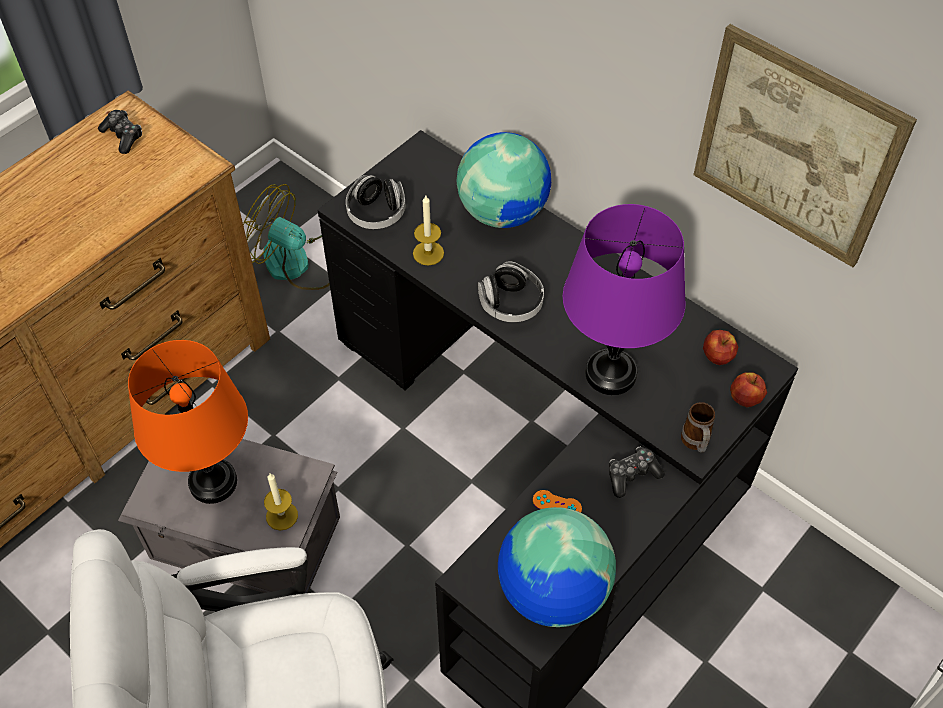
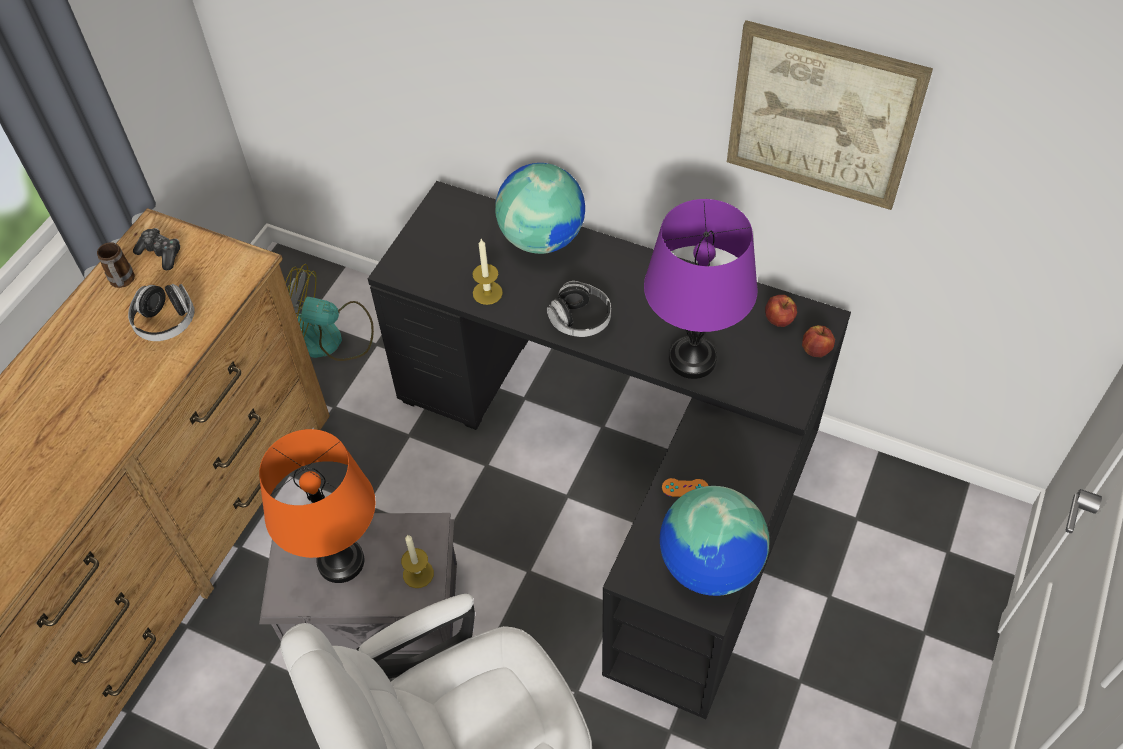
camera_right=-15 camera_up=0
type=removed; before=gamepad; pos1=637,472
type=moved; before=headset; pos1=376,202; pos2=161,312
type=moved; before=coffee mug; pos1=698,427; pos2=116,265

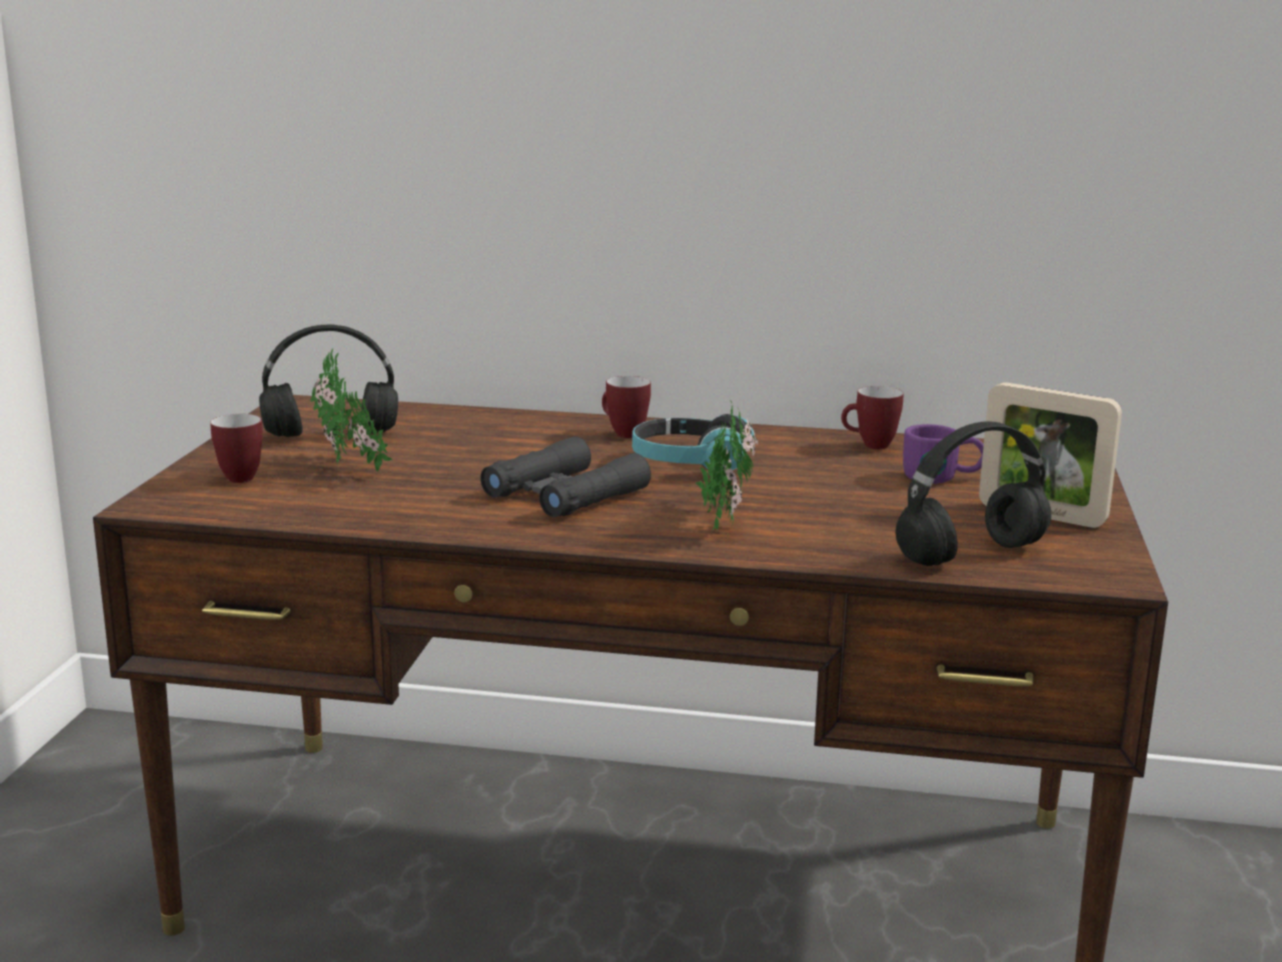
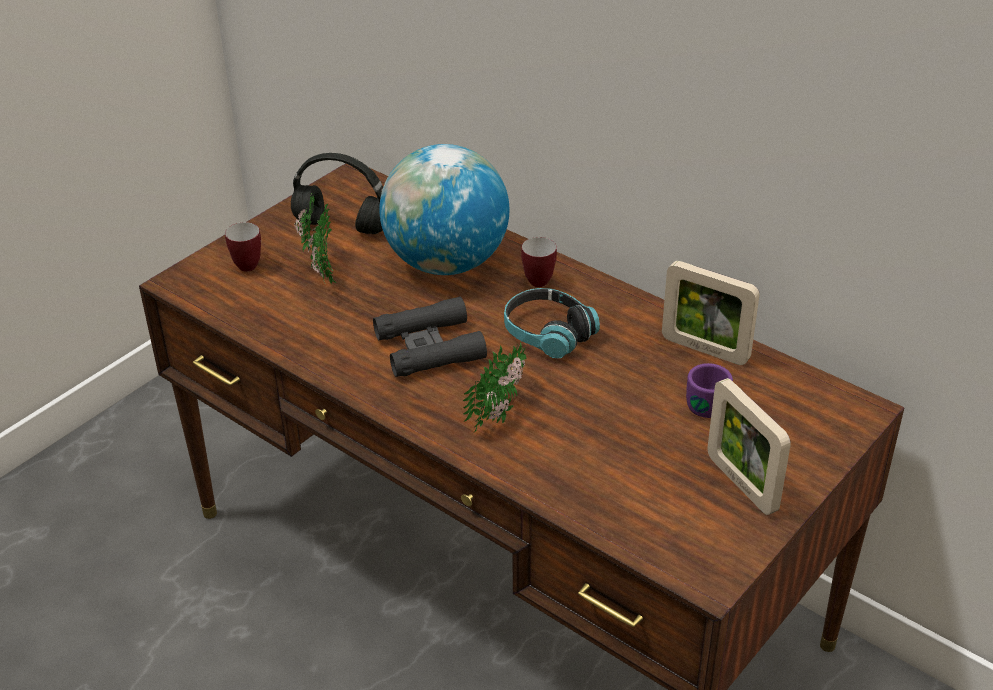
camera_right=30 camera_up=20
type=removed; before=black-coloured headset; pos1=973,493
type=added; after=desk globe; pos2=444,209
type=replaced; before=coffee mug; after=picture frame; pos1=872,417; pos2=711,313

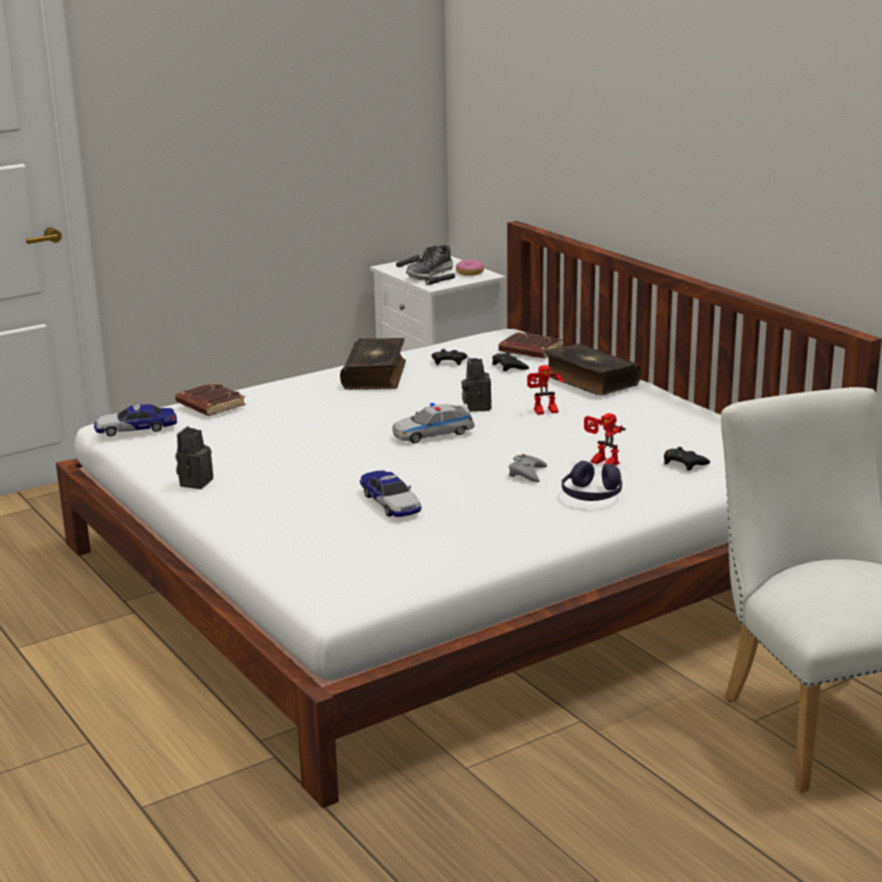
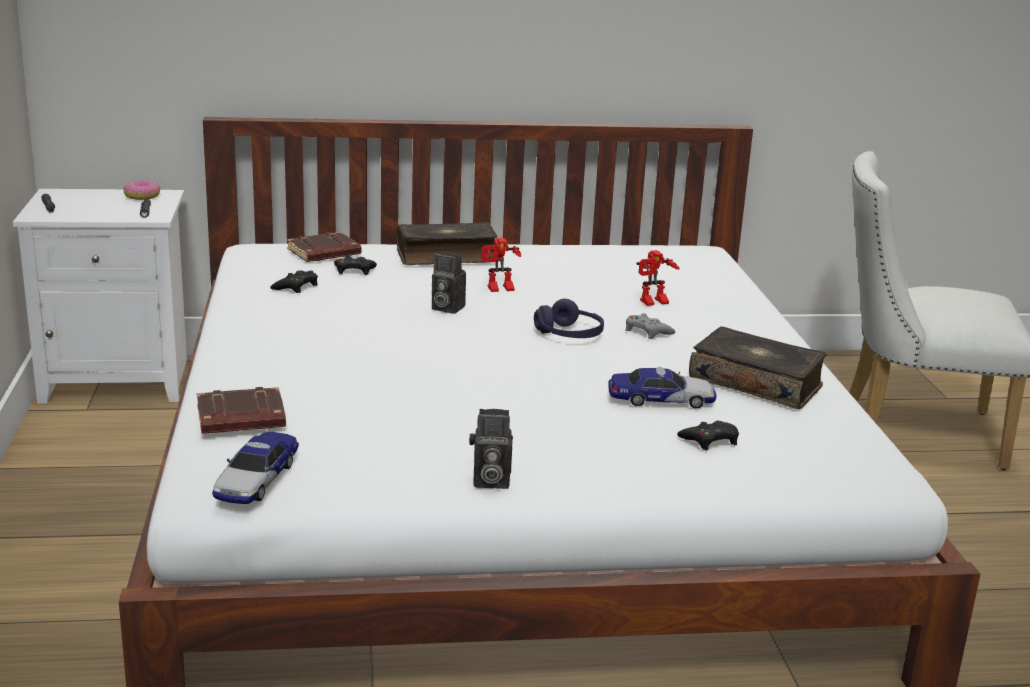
camera_right=-65 camera_up=0
type=removed; before=model car; pos1=433,423
type=removed; before=shoe; pos1=429,262
type=moved; before=book; pos1=373,364; pos2=758,368
type=moved; before=purple headset; pos1=592,481; pos2=569,318
type=moved; before=black-coloured gamepad; pos1=687,459; pos2=708,435
type=turned; before=still camera; pos1=194,457; pos2=491,449; turn=-45
type=turned; before=robot figure; pos1=545,390; pos2=501,265; turn=60

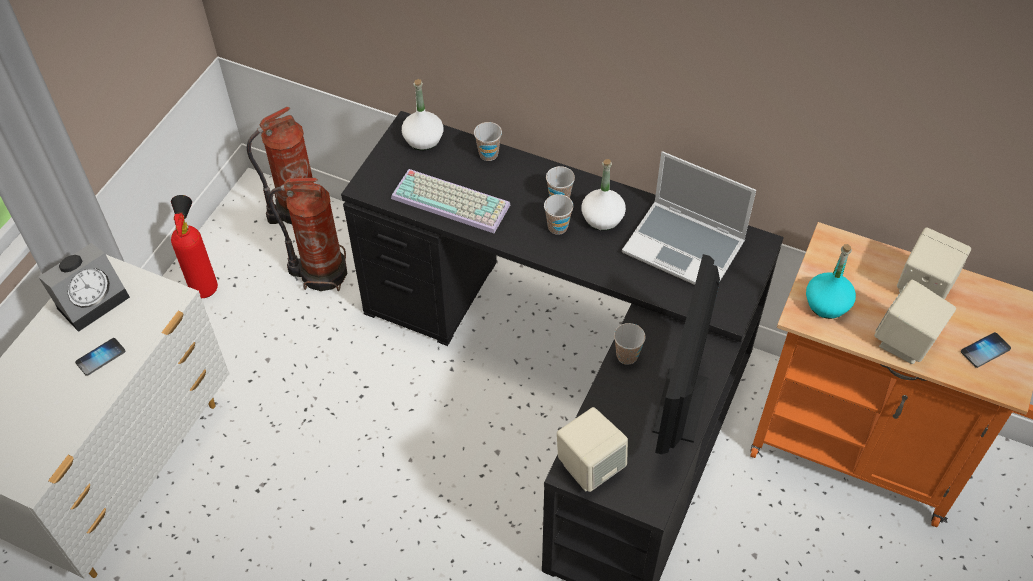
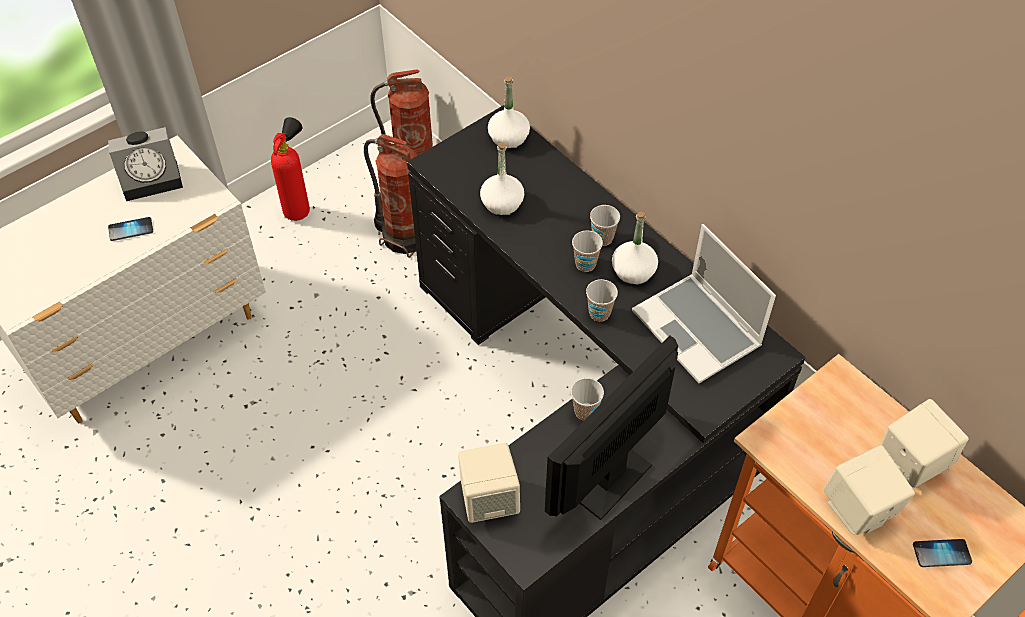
camera_right=25 camera_up=0
type=removed; before=turquoise beverage bottle; pos1=831,281
type=moved; before=drinking cup; pos1=488,141; pos2=602,300
type=replaced; before=computer keyboard; after=white-coloured beverage bottle; pos1=450,201; pos2=502,179

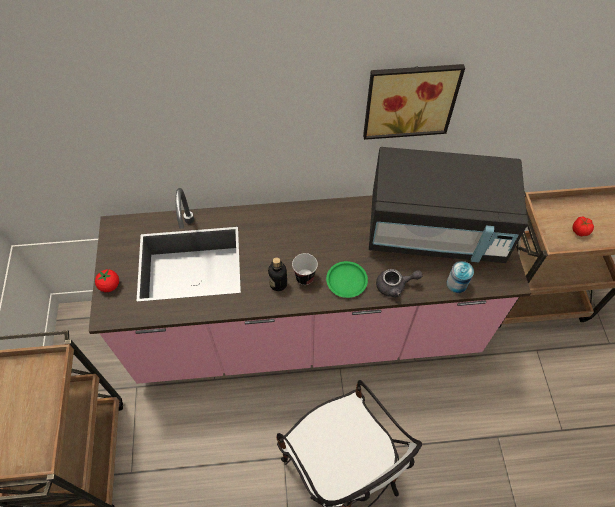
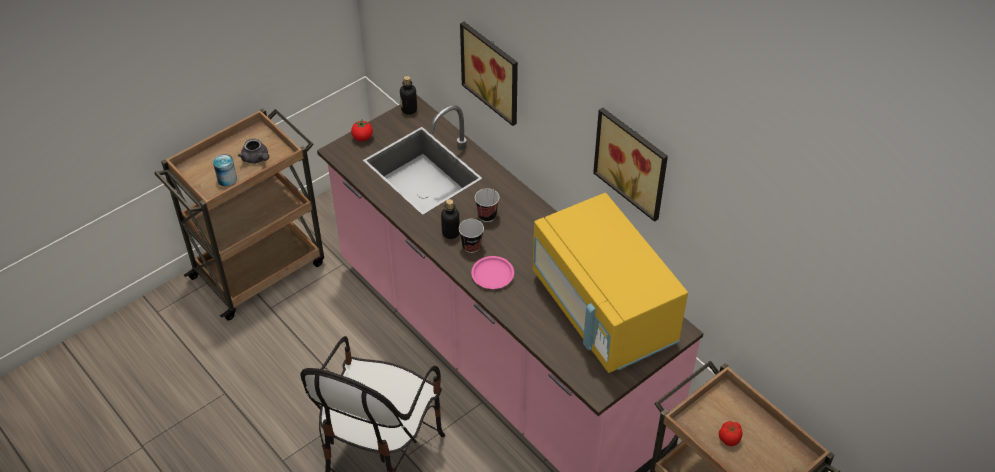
camera_right=55 camera_up=-10
type=added; after=beverage bottle; pos2=408,95
type=added; after=picture; pos2=489,74
type=added; after=drinking cup; pos2=487,205
type=moved; before=grey pot for tea; pos1=399,283; pos2=253,151
type=moved; before=metal can; pos1=460,277; pos2=225,170
type=recoloured; before=green-coloured flat dish; after=pinkish flat dish; pos1=347,279; pos2=492,272
type=recoloured; before=black-coloured microwave oven; after=yellow microwave oven; pos1=448,205; pos2=610,283

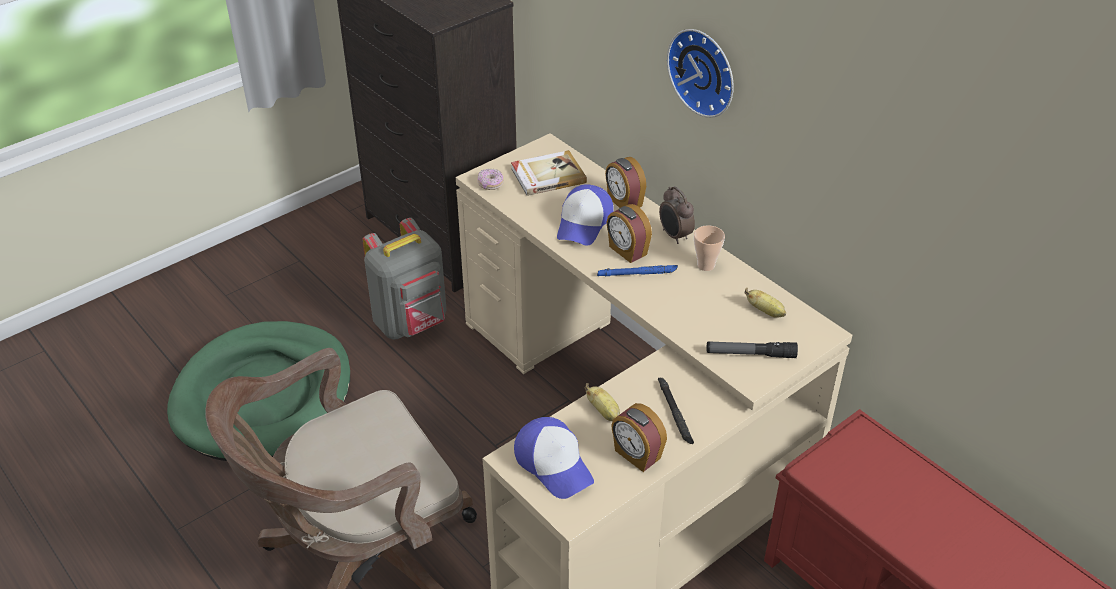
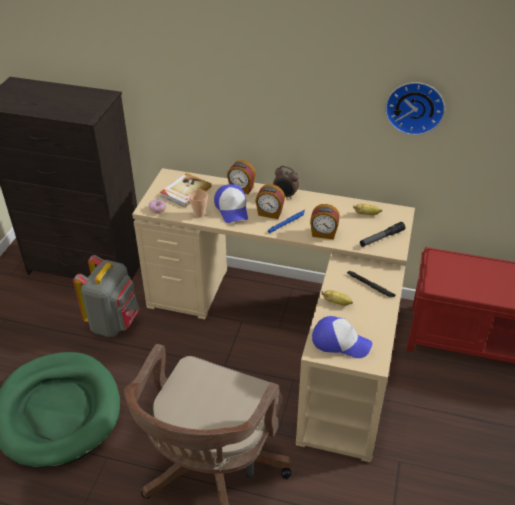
camera_right=-35 camera_up=0
type=moved; before=alarm clock; pos1=639,437; pos2=325,222
type=moved; before=hanging clock; pos1=700,73; pos2=415,108
type=moved; before=drinking cup; pos1=709,248; pos2=198,203

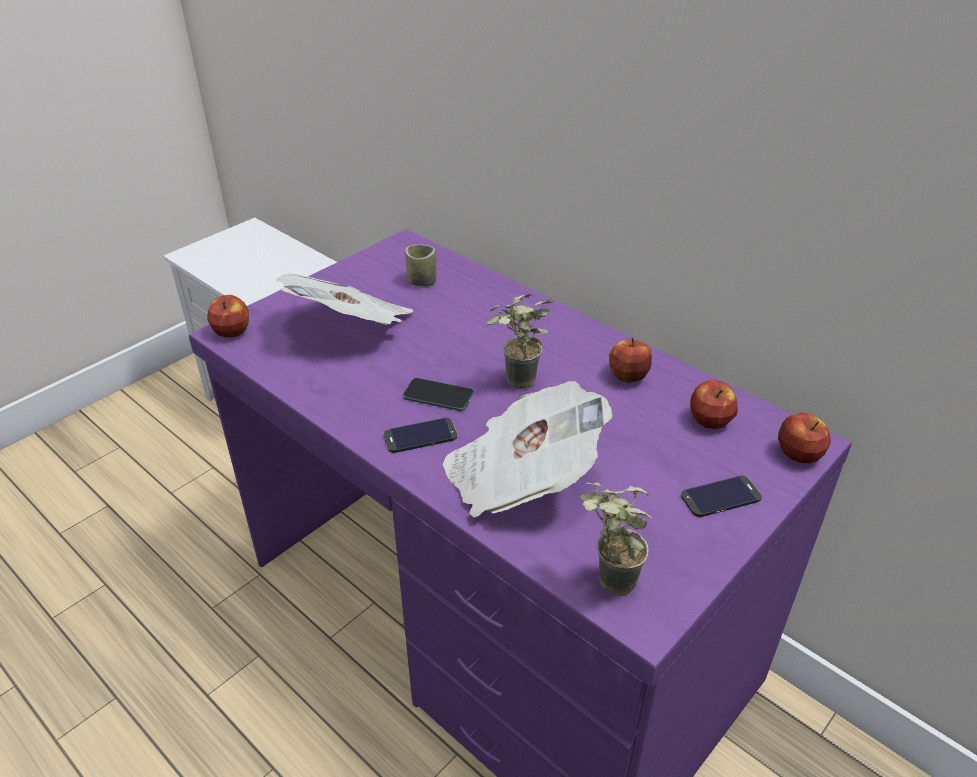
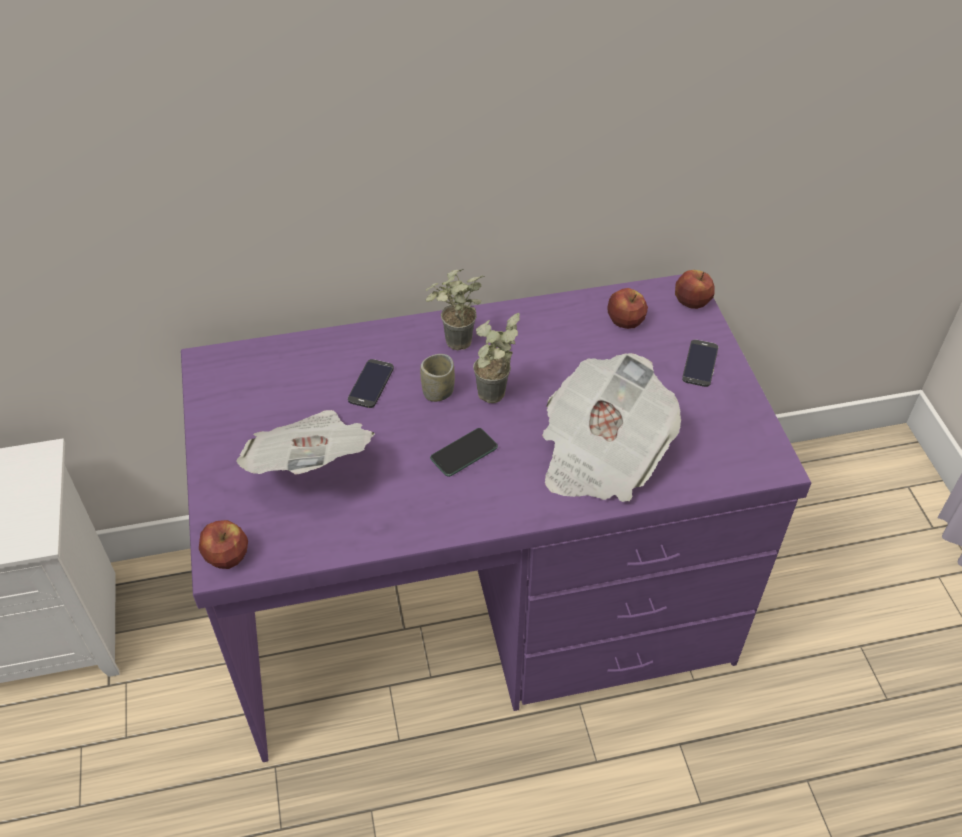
camera_right=-55 camera_up=10
type=removed; before=apple; pos1=630,360
type=moved; before=telephone; pos1=420,435; pos2=371,383
type=moved; before=drinking cup; pos1=420,265; pos2=437,378
type=moved; before=houseplant; pos1=616,539; pos2=455,309

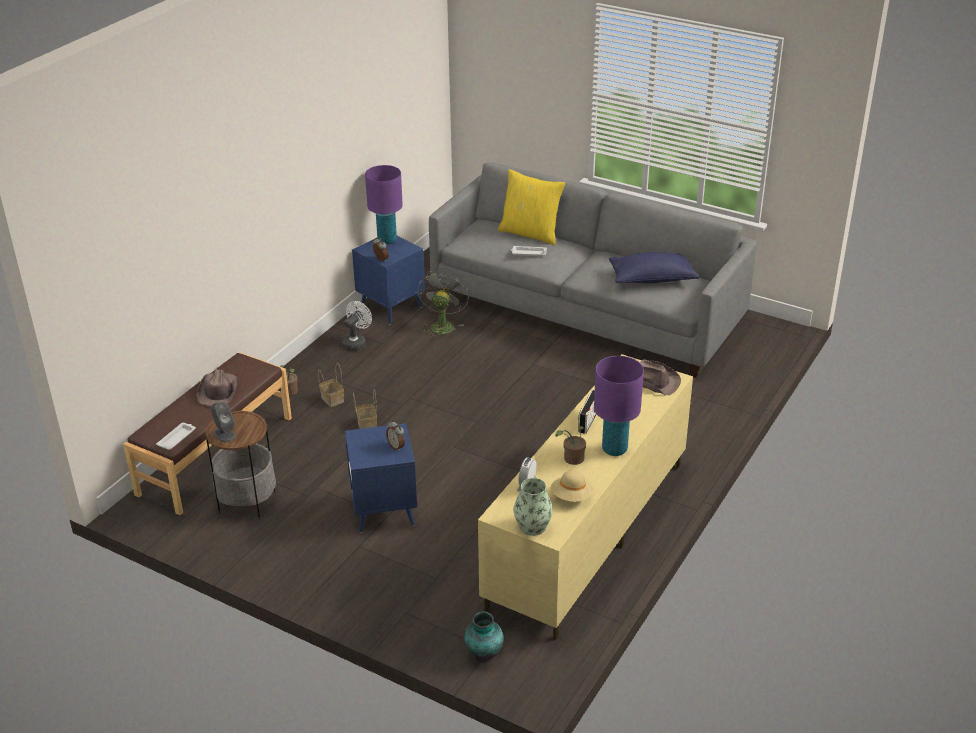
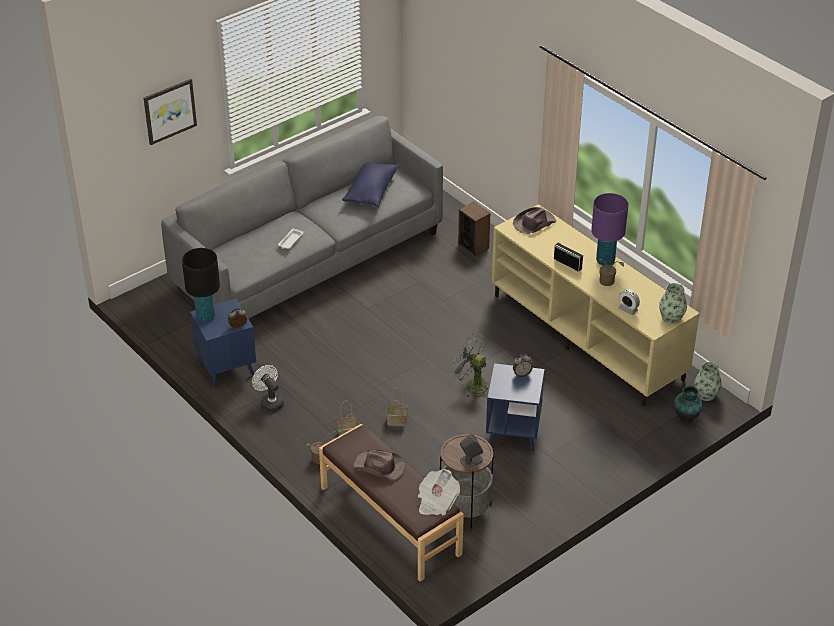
camera_right=-70 camera_up=5
type=removed; before=yellow pillow; pos1=531,207
type=removed; before=sand-coloured clothing hat; pos1=572,486
type=added; after=picture; pos2=170,112
type=added; after=audio speaker; pos2=474,229
type=added; after=vase; pos2=708,381
type=moved; before=grey cooling fan; pos1=443,303; pos2=470,365
type=replaced; before=white-coloured serving tray; after=daily paper; pos1=176,436; pos2=439,492
type=recoloured; before=purple lamp for a table; after=black-coloured lamp for a table; pos1=384,204; pos2=201,284

